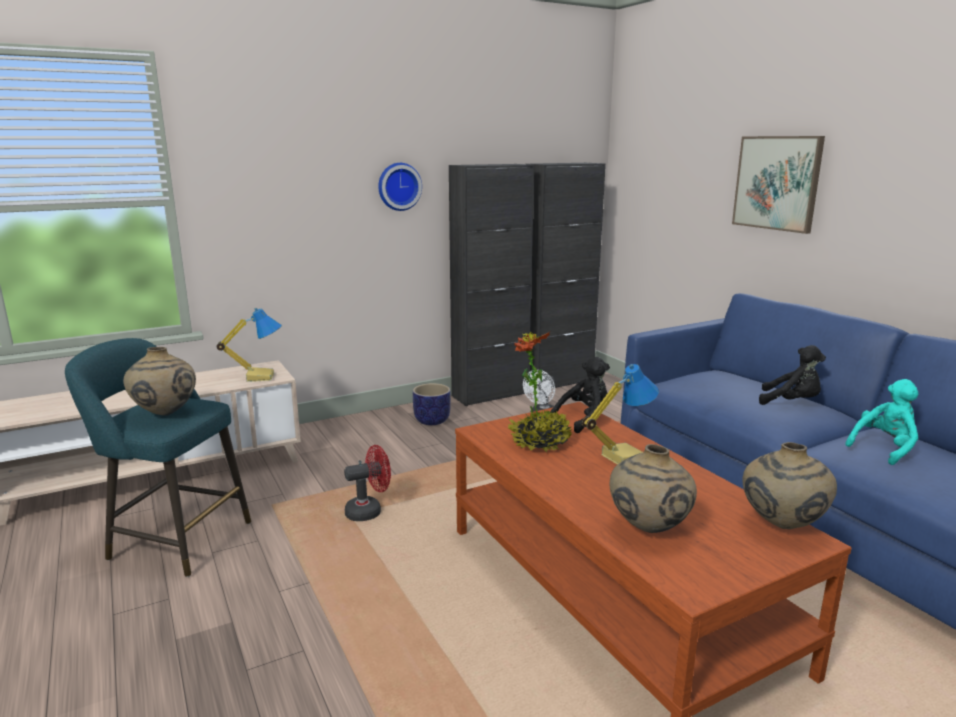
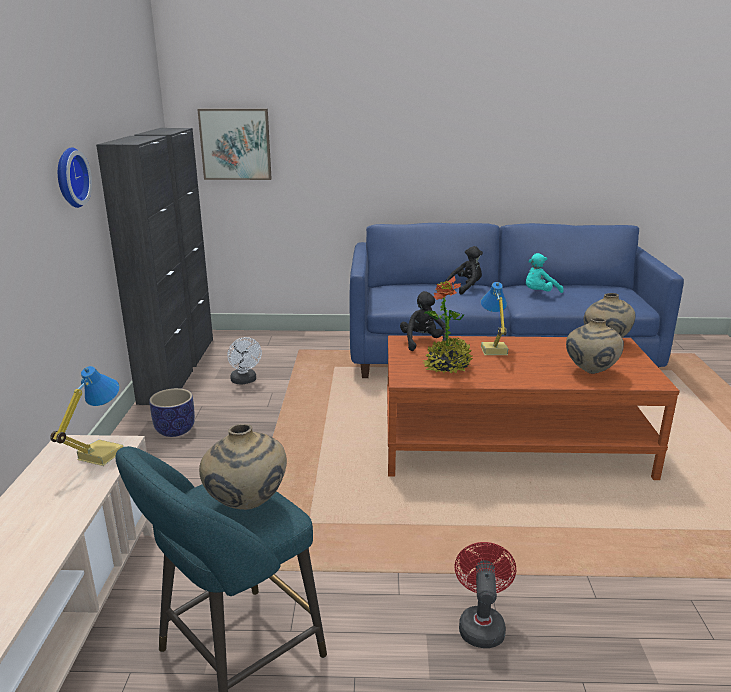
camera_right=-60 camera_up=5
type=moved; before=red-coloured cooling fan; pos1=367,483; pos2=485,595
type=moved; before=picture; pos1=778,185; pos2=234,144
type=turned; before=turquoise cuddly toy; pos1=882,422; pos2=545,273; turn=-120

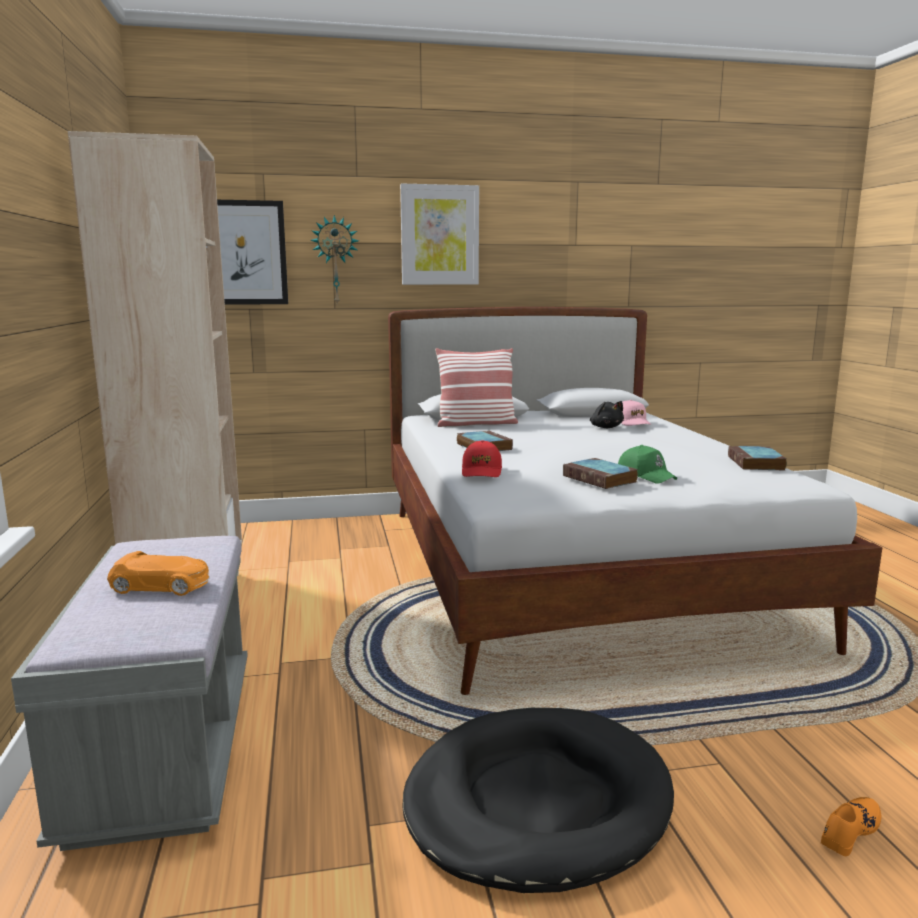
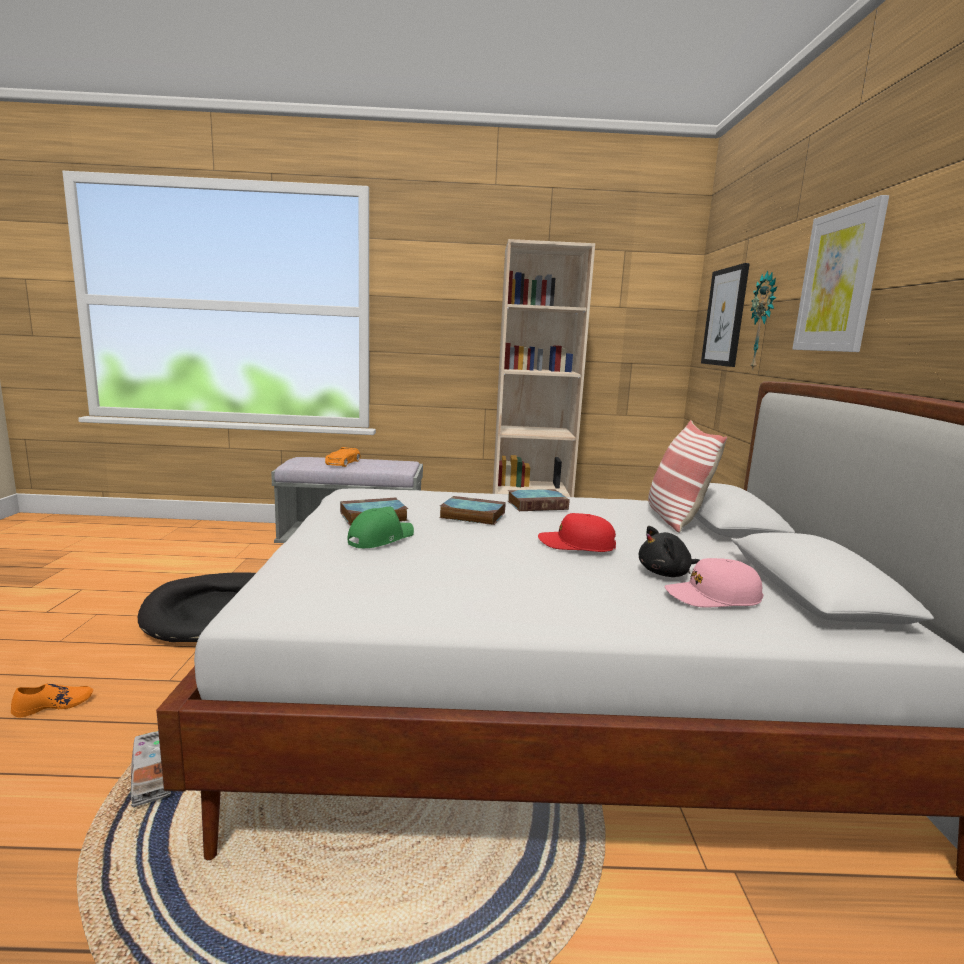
camera_right=100 camera_up=0
type=added; after=model truck; pos2=151,769
type=moved; before=red-coloured cap; pos1=482,458; pos2=577,532
type=moved; before=book; pos1=757,458; pos2=472,510
type=turned; before=green-coloured cap; pos1=647,464; pos2=381,527; turn=150
type=turned; before=orange shoe; pos1=851,826; pos2=52,700; turn=-90

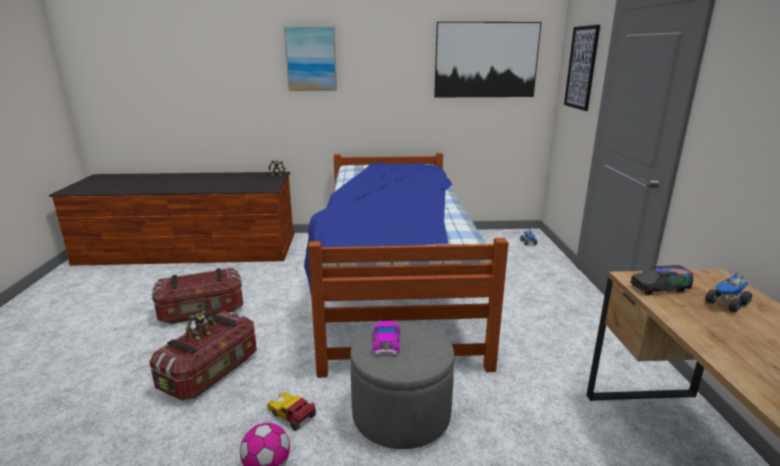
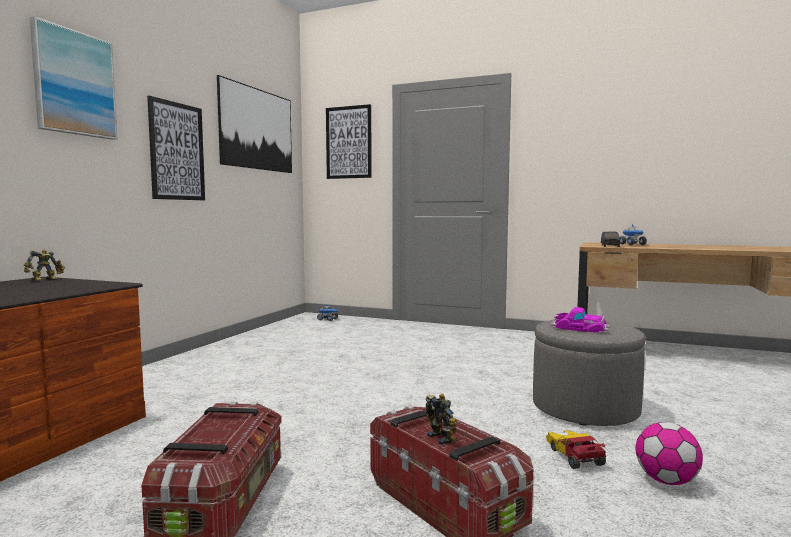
camera_right=-65 camera_up=-15
type=removed; before=sleeping bed; pos1=406,265
type=added; after=picture; pos2=176,148
type=turned; before=model car; pos1=291,411; pos2=576,449; turn=105

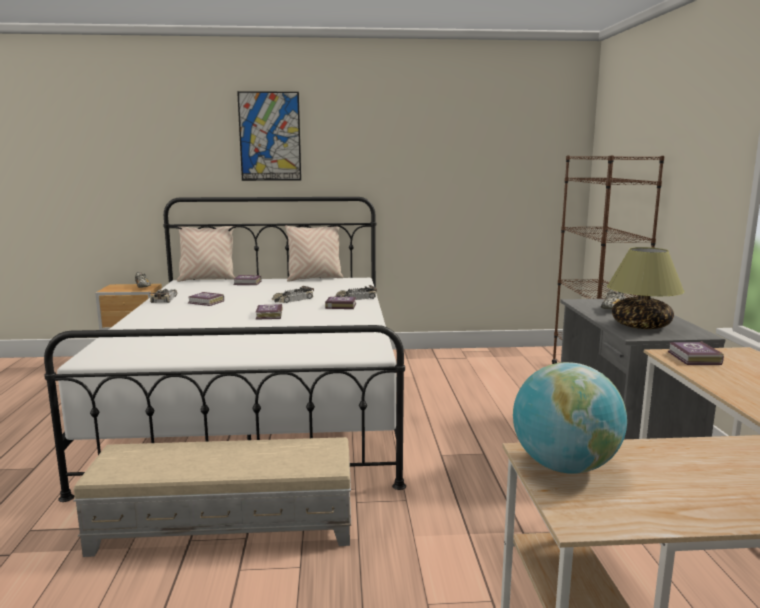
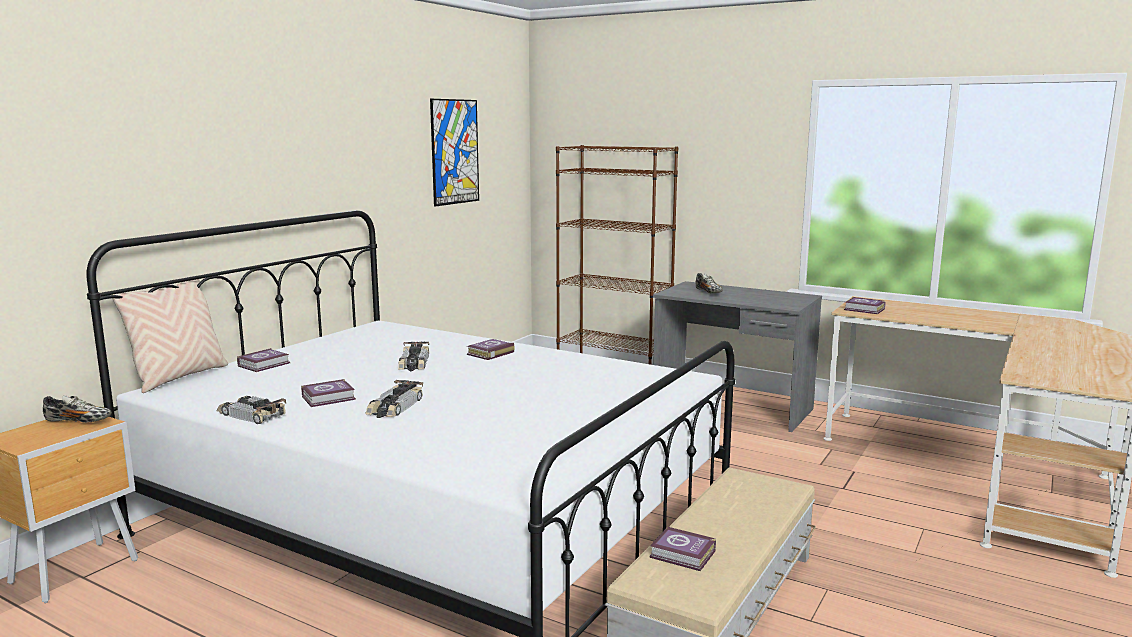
camera_right=-55 camera_up=0
type=removed; before=sand-coloured pillow; pos1=314,253
type=removed; before=desk globe; pos1=570,418
type=removed; before=lamp for a table; pos1=645,288
type=moved; before=picture; pos1=269,136; pos2=454,153
type=moved; before=book; pos1=269,312; pos2=682,548
type=moved; before=model car; pos1=356,292; pos2=394,399

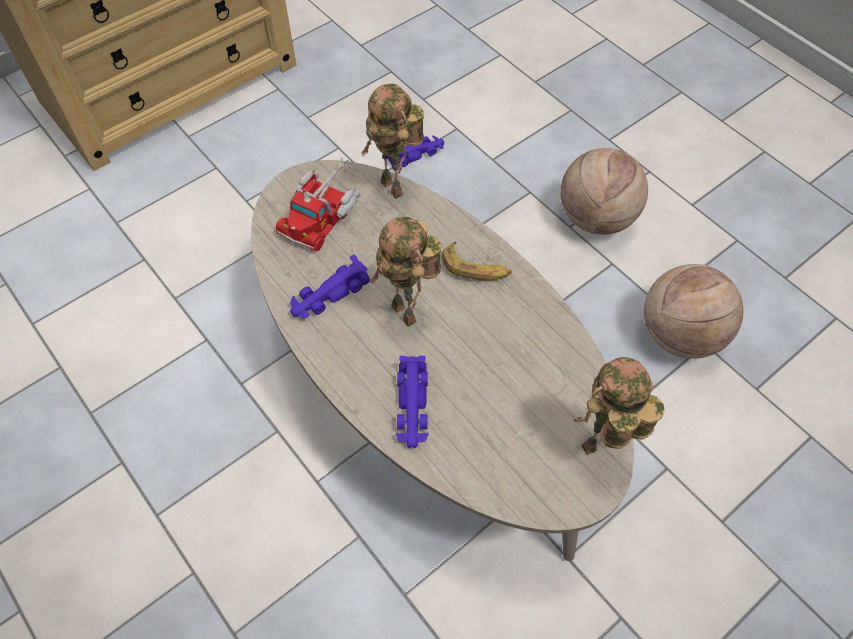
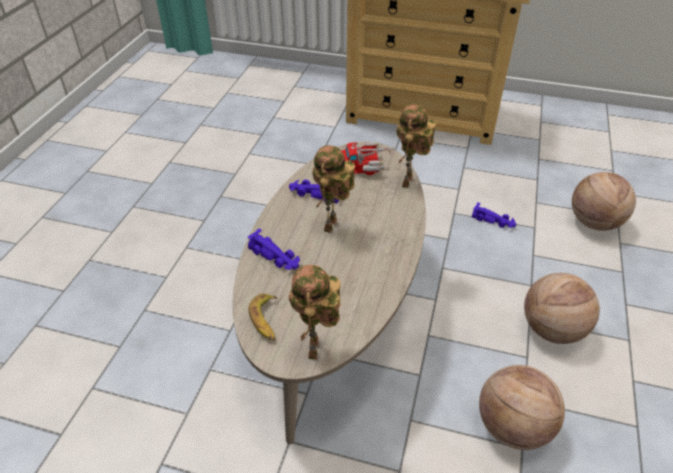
camera_right=55 camera_up=-15
type=added; after=basketball ball; pos2=604,201
type=moved; before=banana fruit; pos1=477,261; pos2=263,317
type=turned; before=purple model car; pos1=412,402; pos2=274,249; turn=-105
type=turned; before=robot figure; pos1=619,406; pos2=315,312; turn=-120

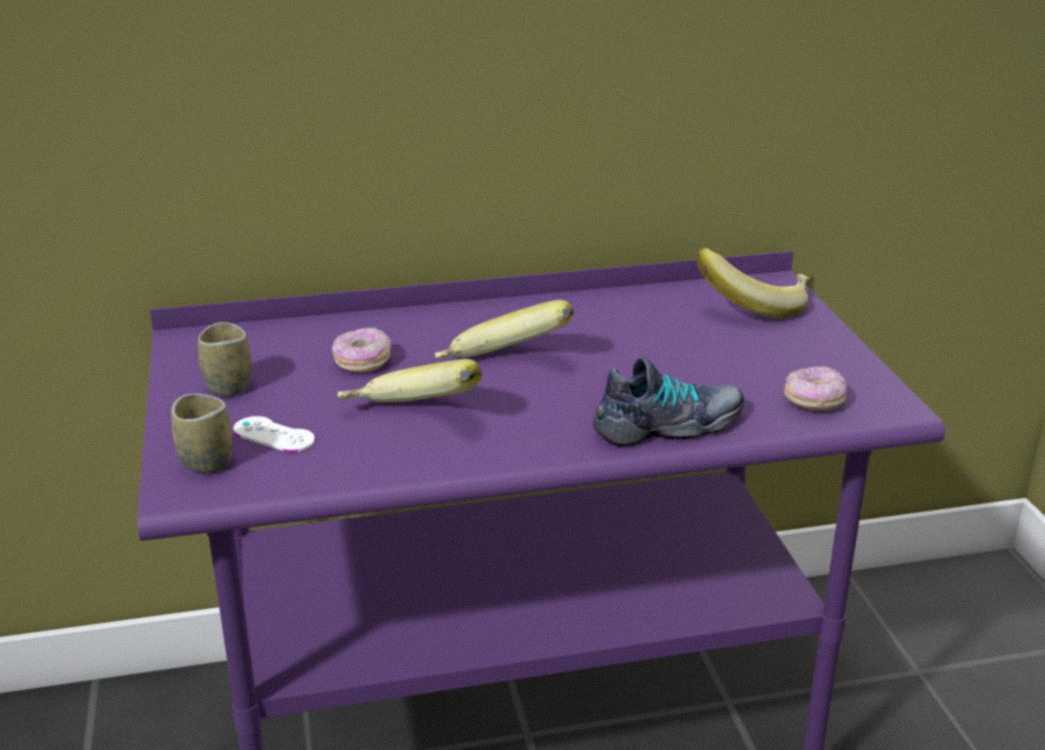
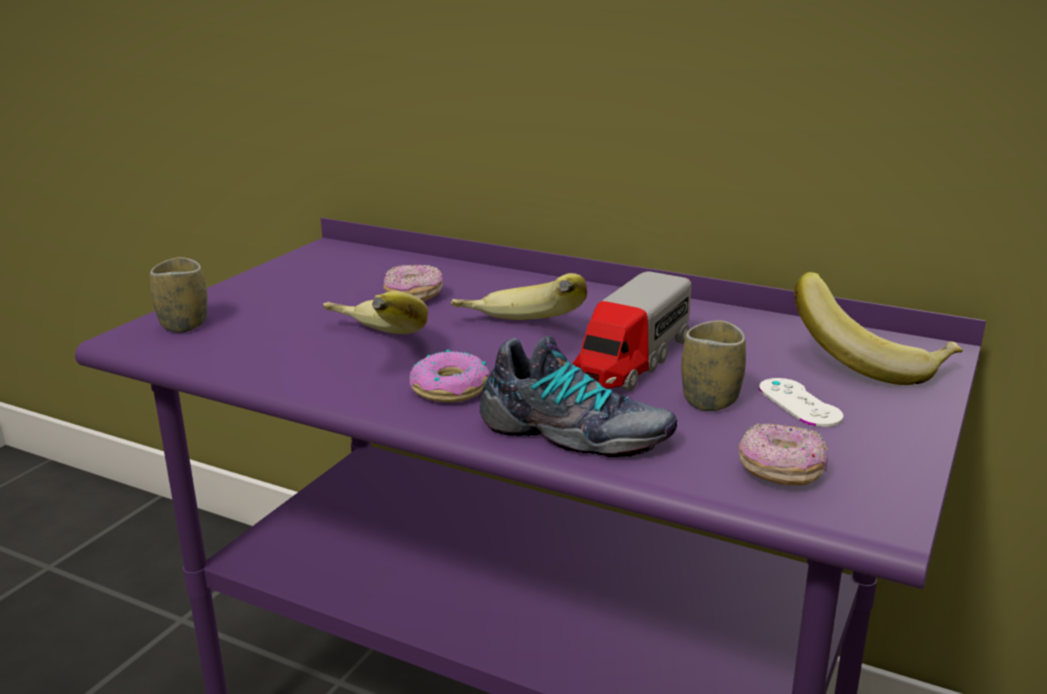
camera_right=40 camera_up=-5
type=added; after=doughnut; pos2=450,376
type=added; after=model truck; pos2=631,331
type=moved; before=drinking cup; pos1=224,359; pos2=713,365
type=moved; before=white-coloured gamepad; pos1=274,434; pos2=801,402

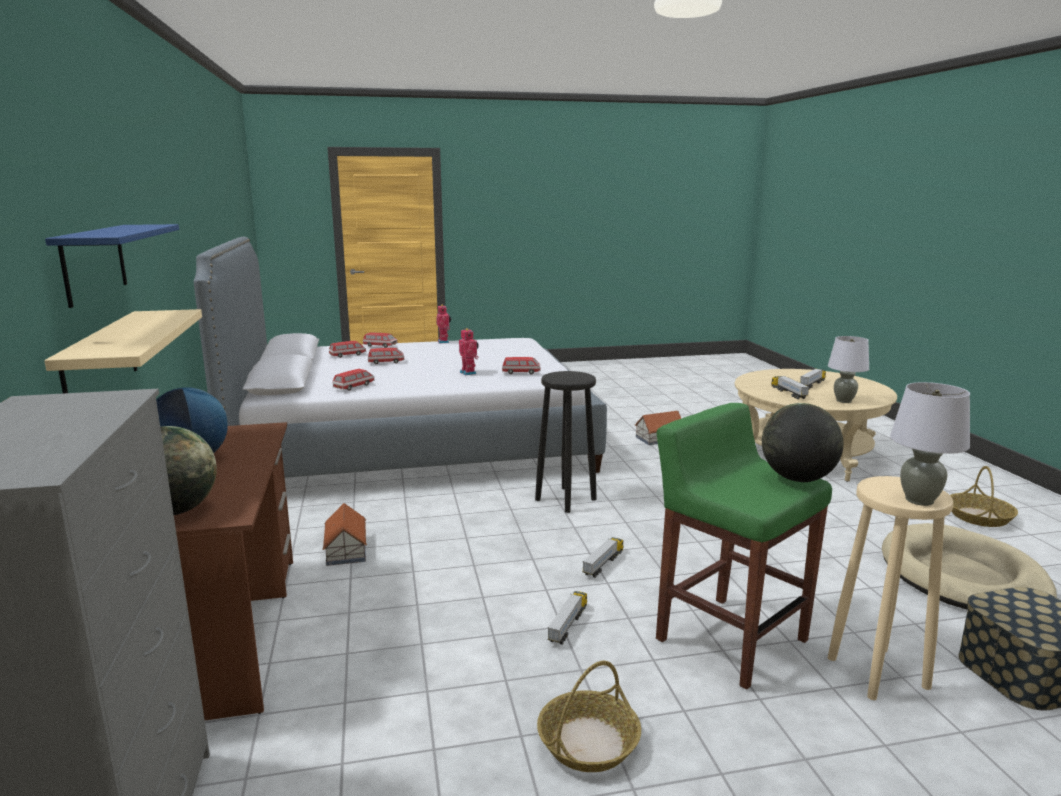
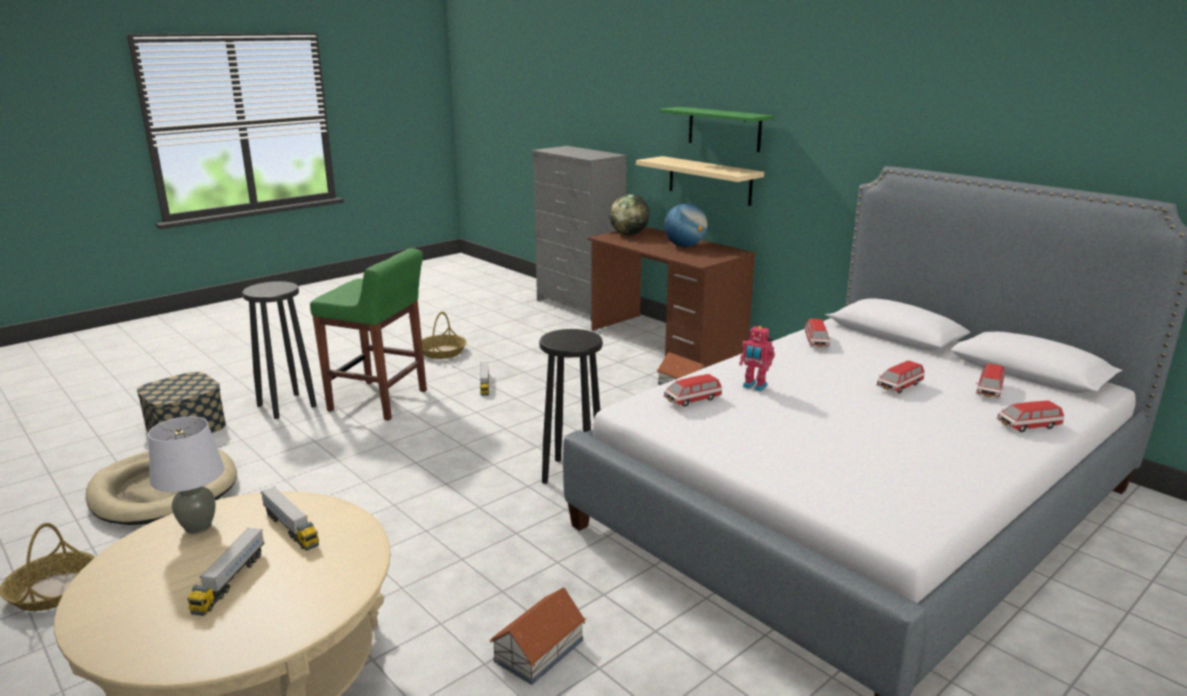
camera_right=150 camera_up=5
type=removed; before=robot figure; pos1=443,323
type=removed; before=model truck; pos1=603,557
type=removed; before=desk globe; pos1=802,442
type=removed; before=grey lamp for a table; pos1=930,444
type=recoloured; before=blue shelf; after=green-coloured shelf; pos1=112,266; pos2=717,129
type=recoloured; before=sand-coloured stool seat; after=black-coloured stool seat; pos1=891,588; pos2=279,350

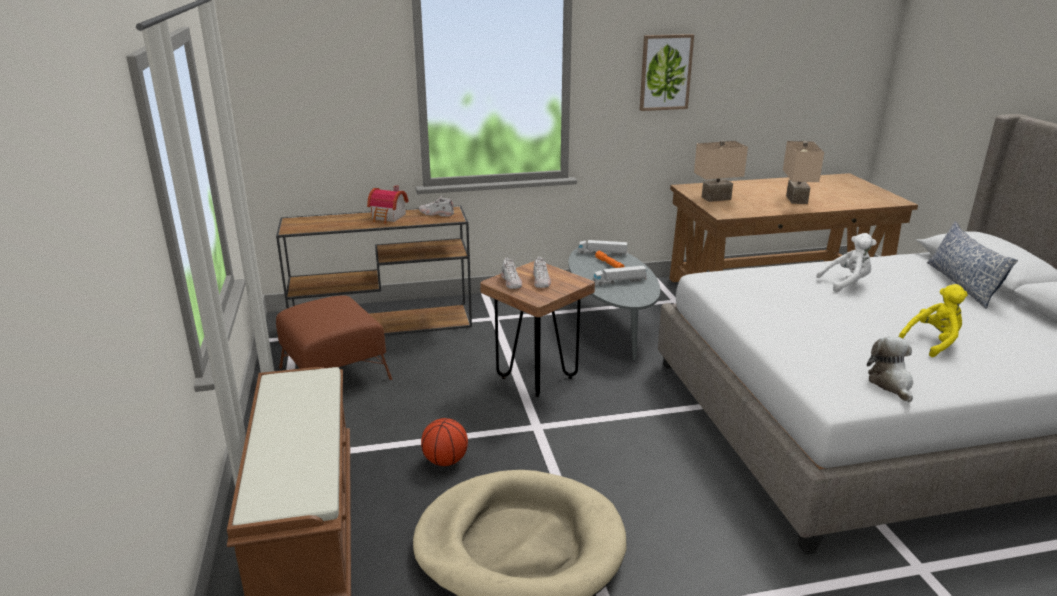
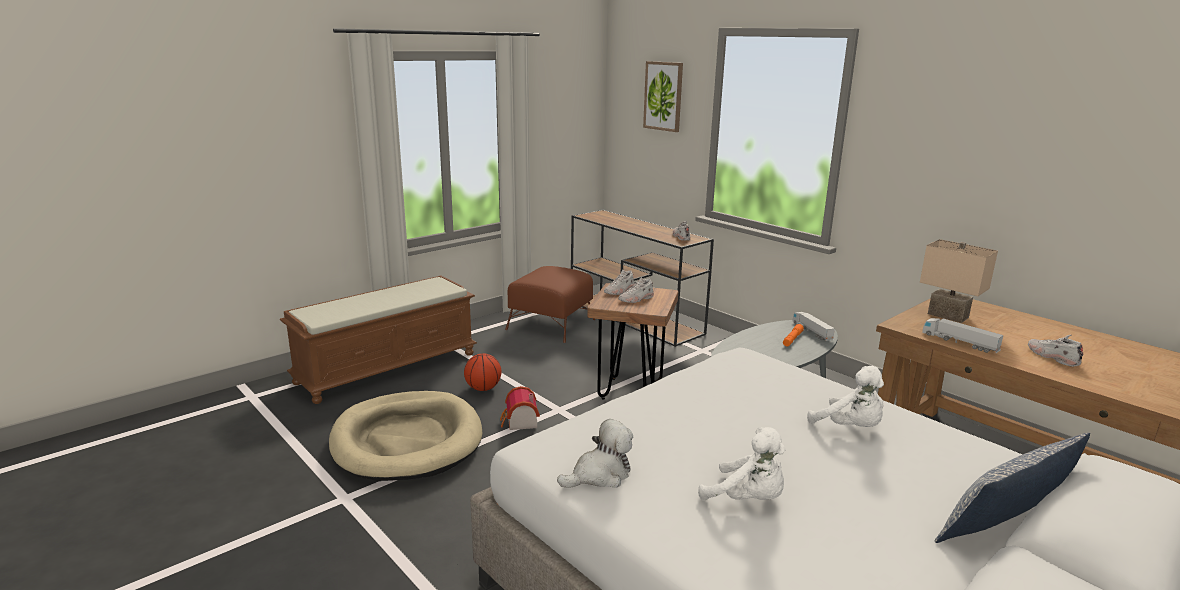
camera_right=60 camera_up=-5
type=moved; before=toy house; pos1=388,204; pos2=520,408
type=moved; before=model truck; pos1=620,275; pos2=962,335
type=moved; before=picture; pos1=667,72; pos2=663,96
type=replaced; before=sand-coloured lamp for a table; after=white-coloured shoe; pos1=803,172; pos2=1055,351
type=recoloured; before=yellow cuddly toy; after=white-coloured cuddly toy; pos1=933,320; pos2=742,463

